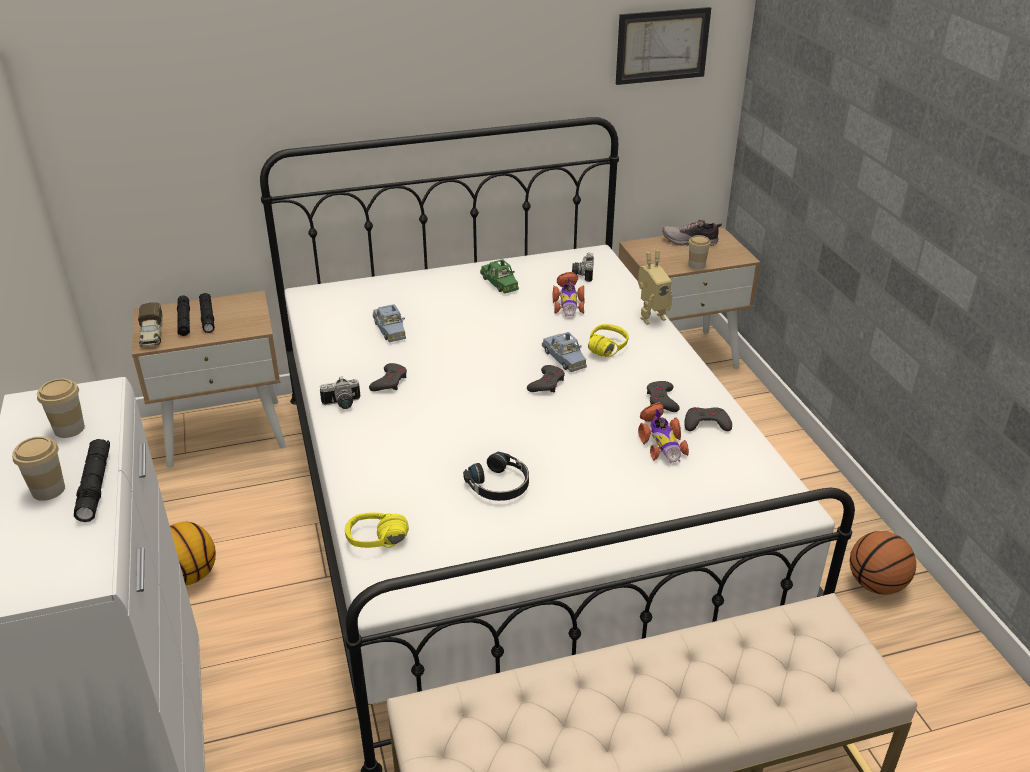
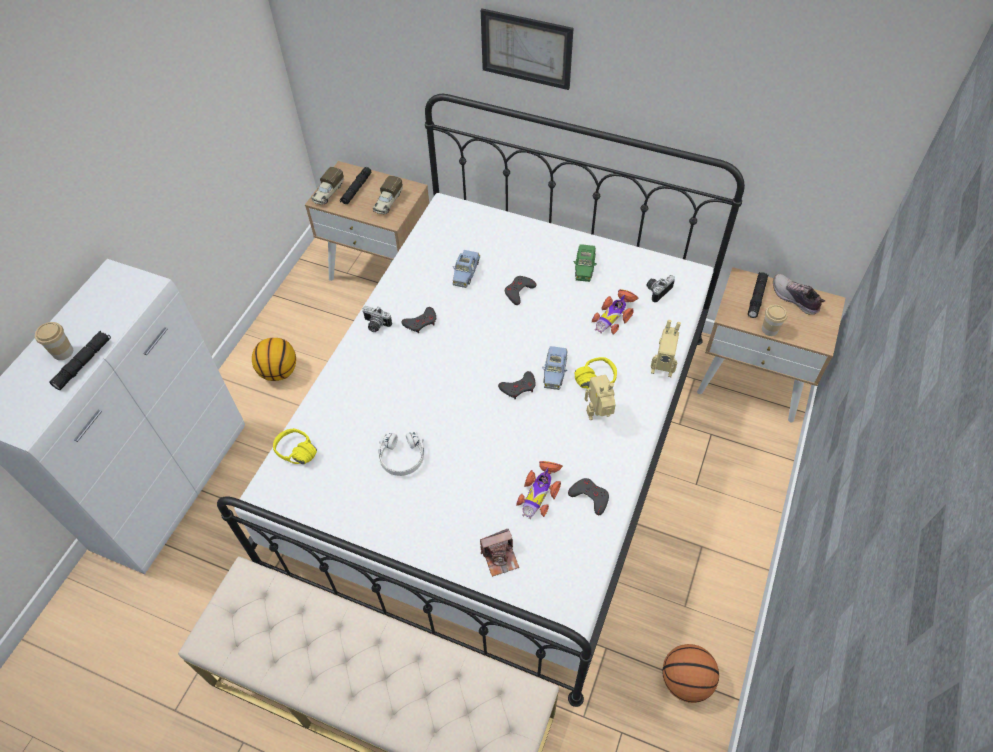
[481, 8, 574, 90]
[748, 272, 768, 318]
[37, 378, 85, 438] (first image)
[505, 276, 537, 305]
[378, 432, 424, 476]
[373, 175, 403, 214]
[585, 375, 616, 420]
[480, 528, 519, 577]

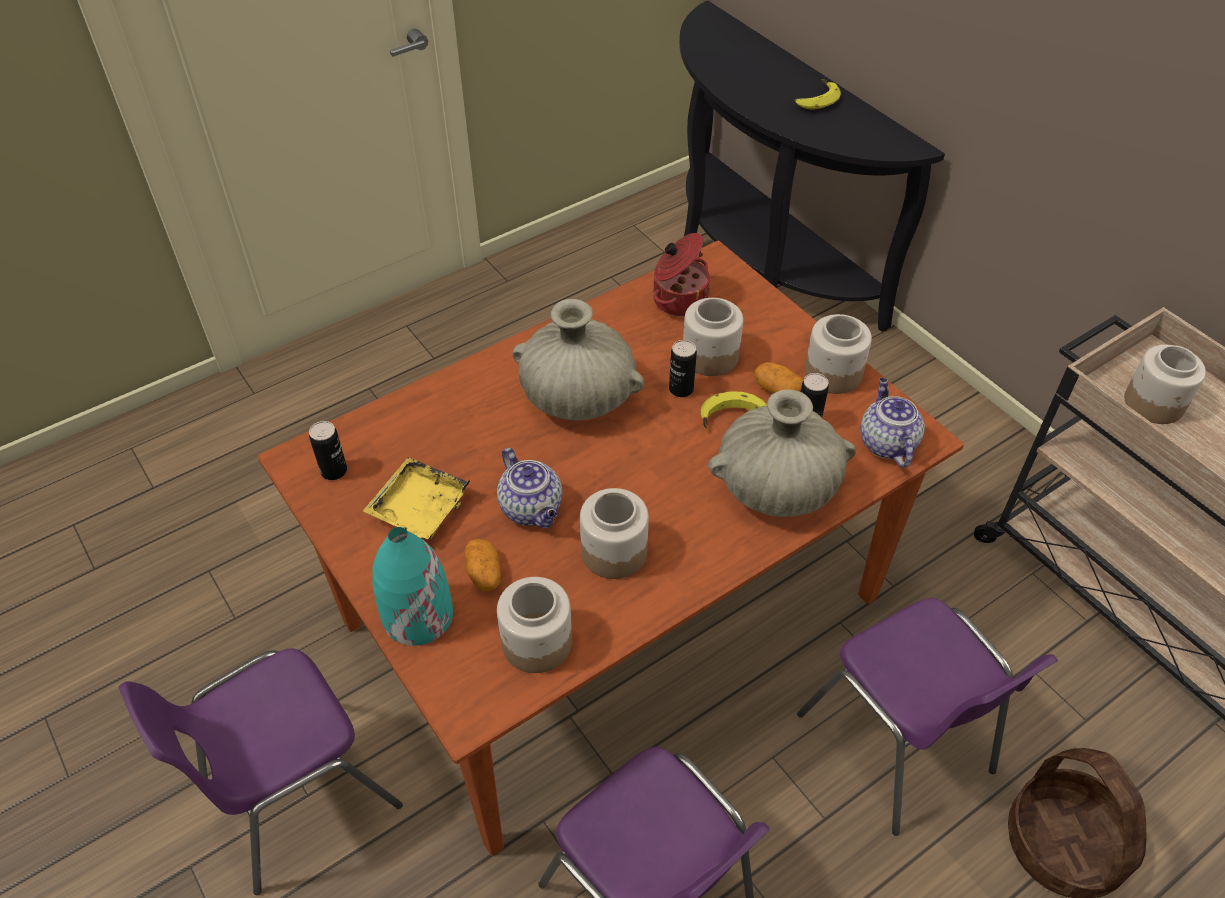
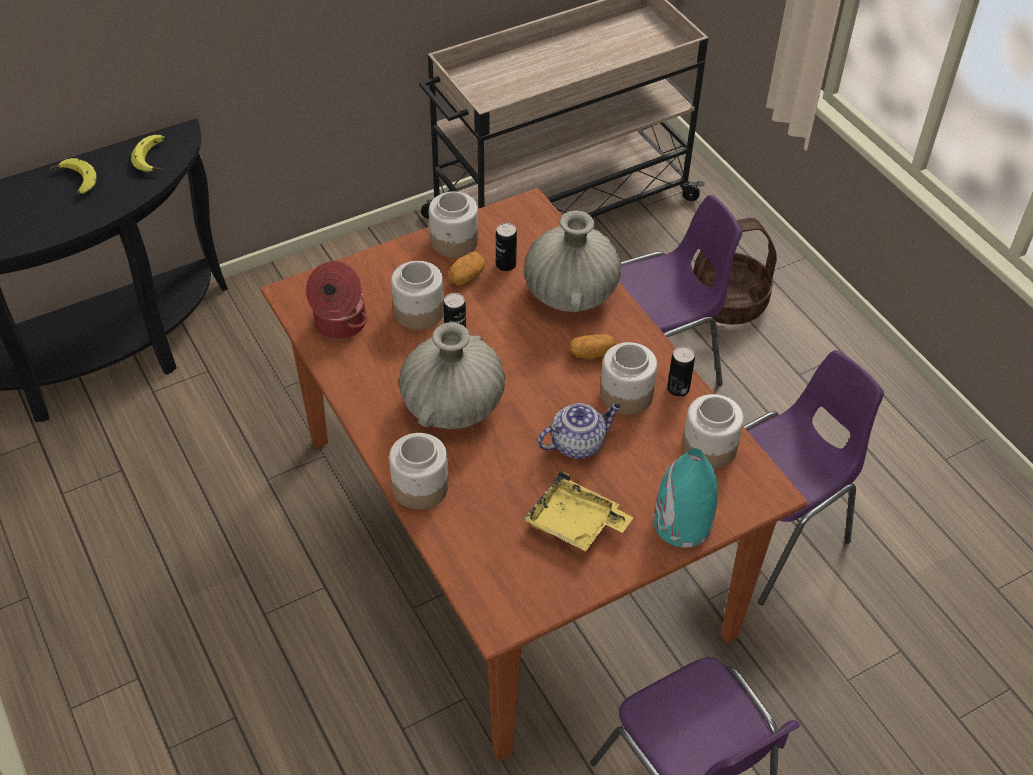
[389, 433, 448, 510]
[860, 378, 925, 468] (first image)
[131, 135, 166, 172]
[667, 346, 695, 397]
[570, 334, 616, 359]

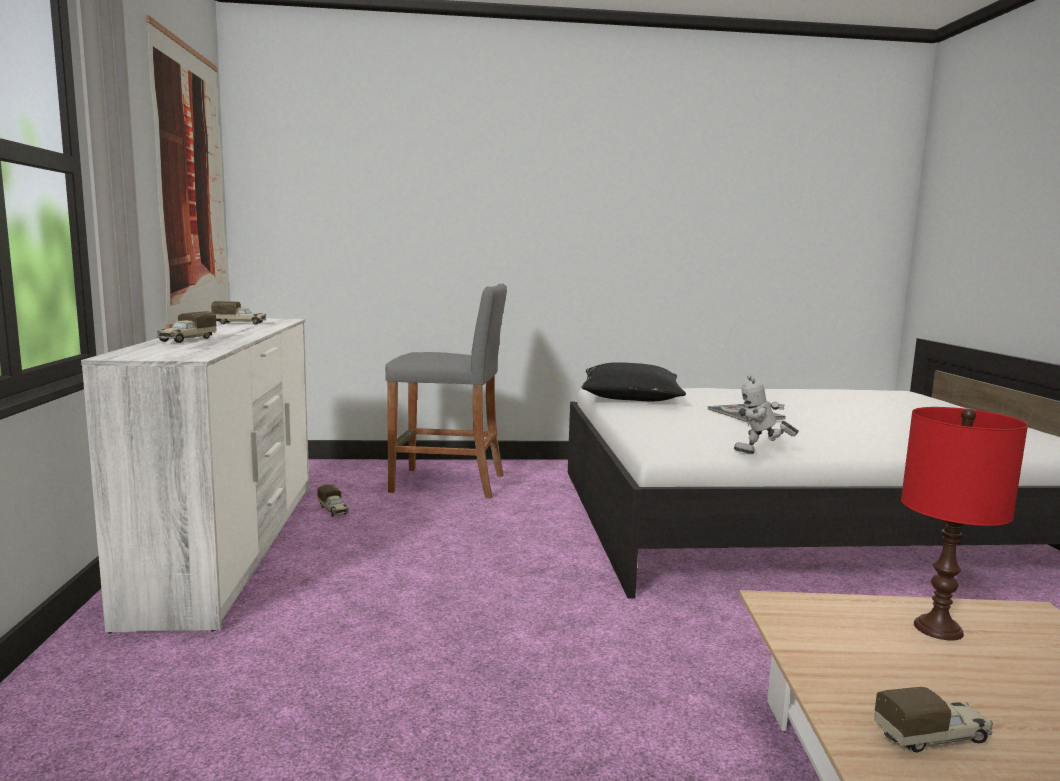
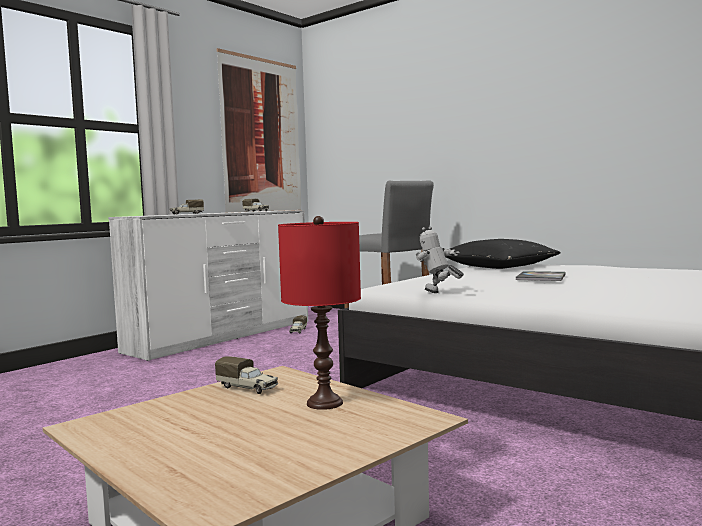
[215, 356, 278, 394]

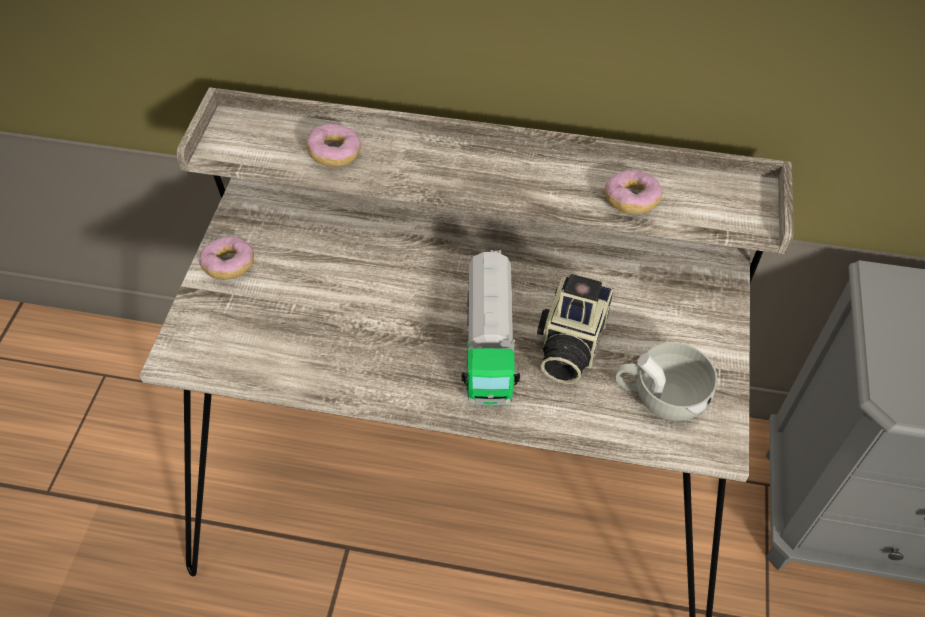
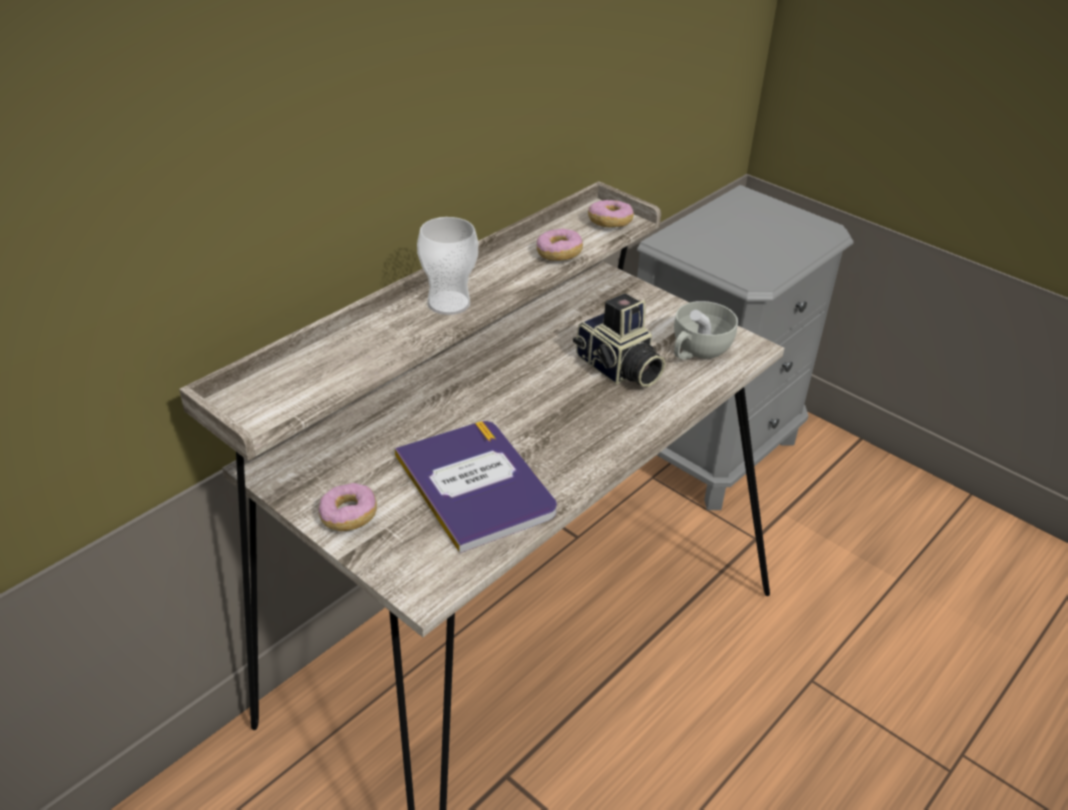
[588, 200, 634, 228]
[462, 250, 520, 406] (first image)
[417, 217, 478, 315]
[395, 421, 557, 553]

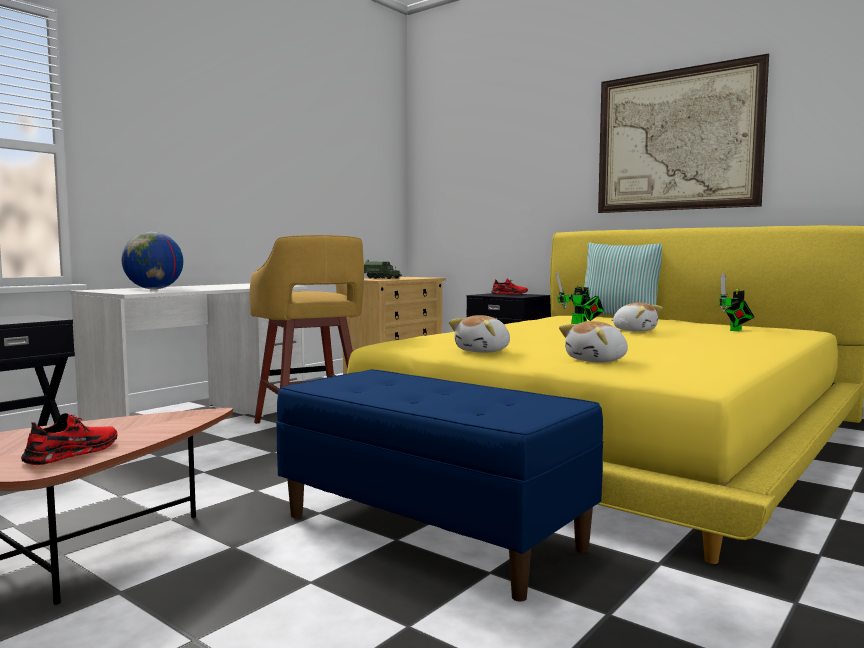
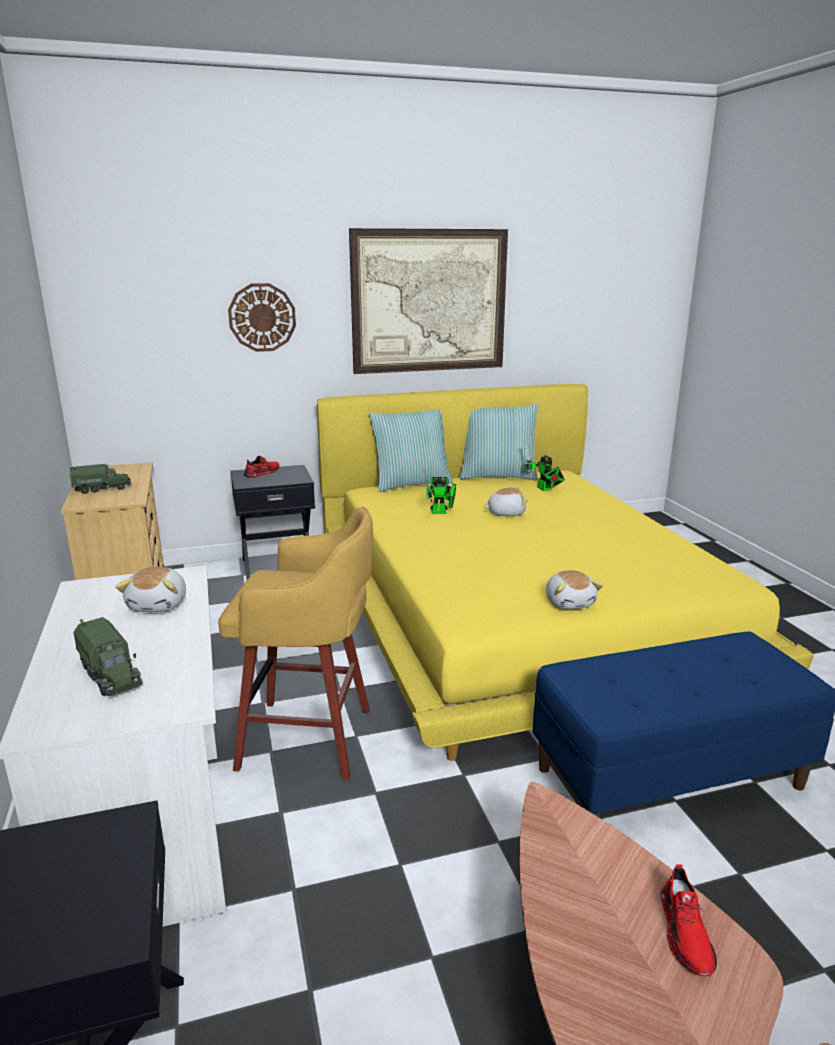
[73, 617, 143, 696]
[116, 567, 186, 612]
[660, 864, 717, 976]
[228, 283, 296, 352]
[460, 404, 539, 481]

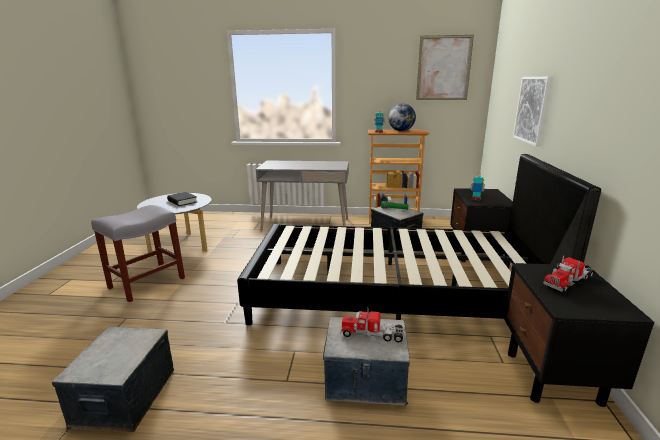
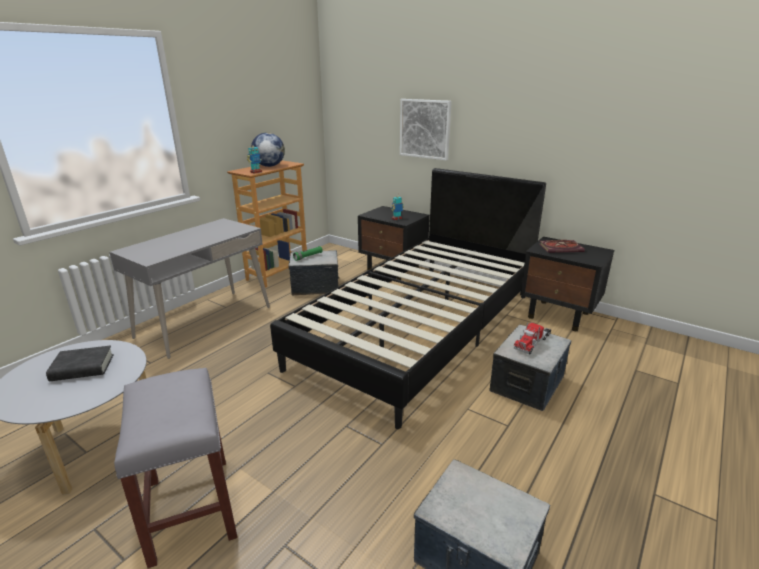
[416, 35, 474, 100] (first image)
[539, 240, 585, 253]

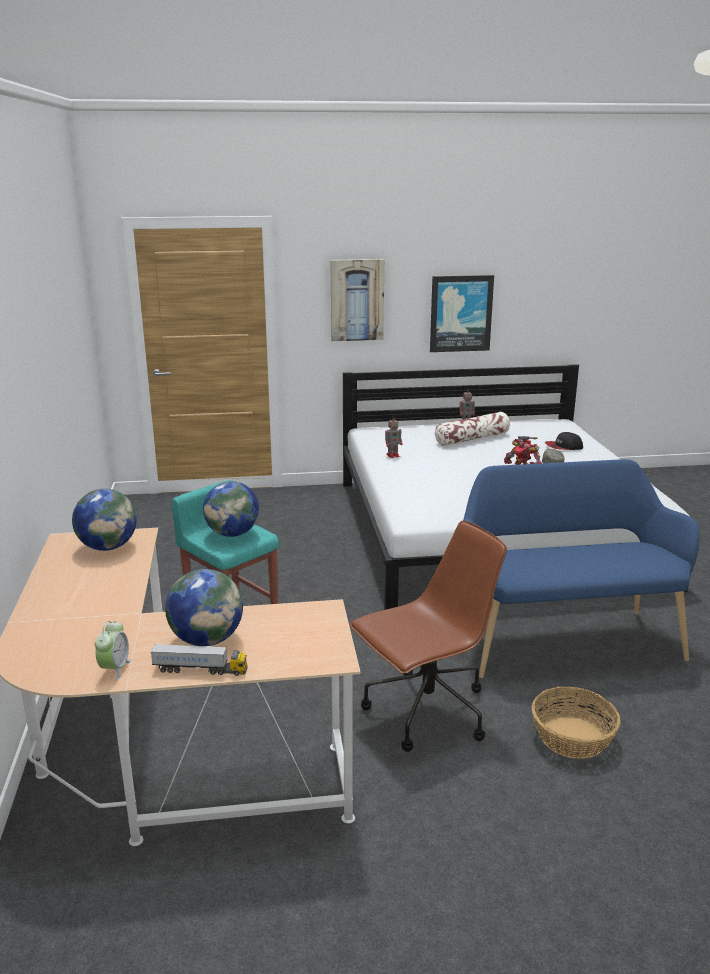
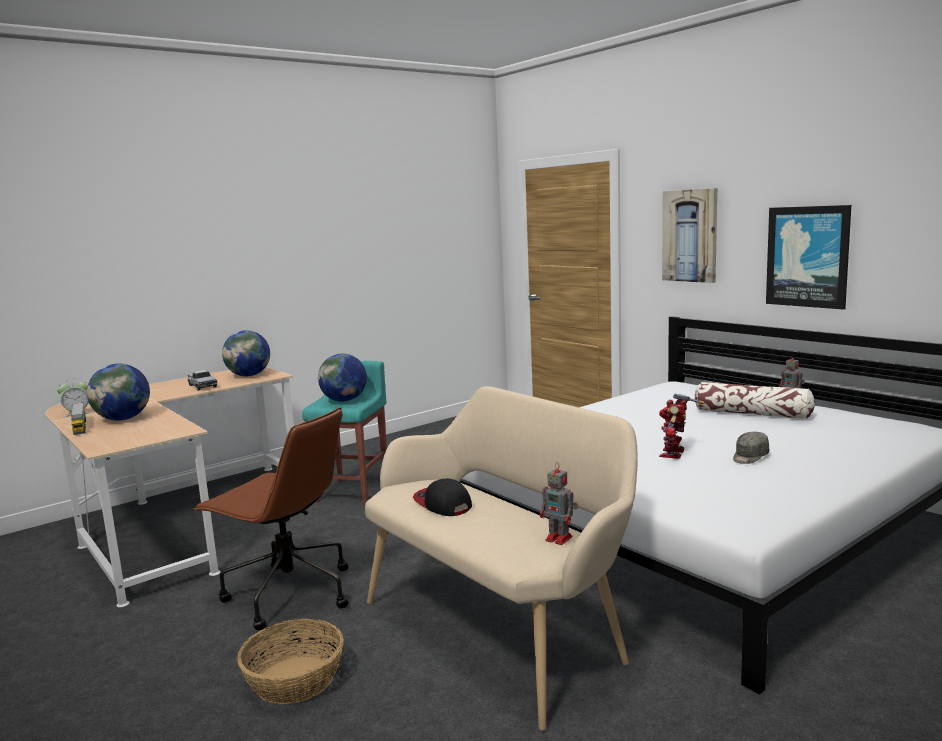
[540, 462, 578, 545]
[413, 478, 472, 516]
[365, 386, 638, 731]
[187, 370, 217, 390]

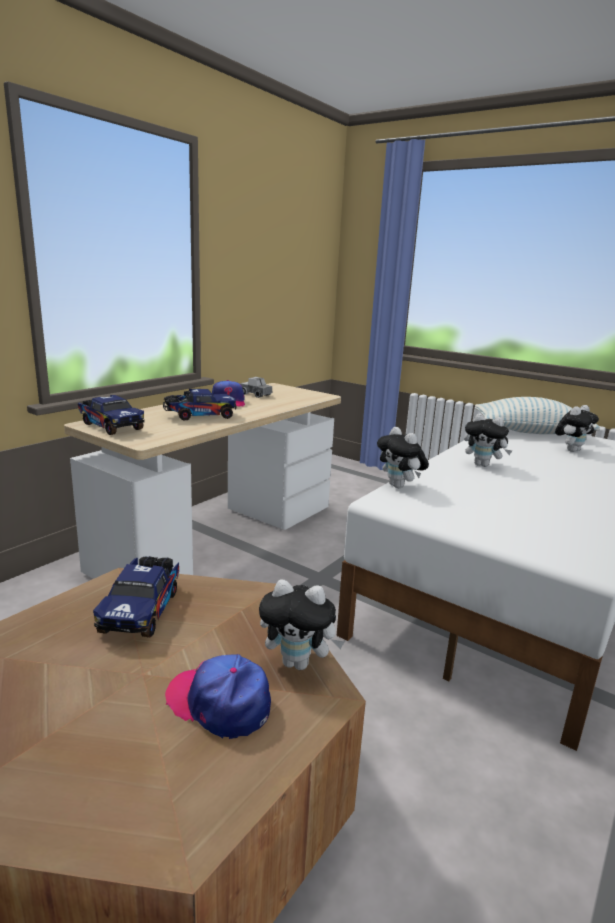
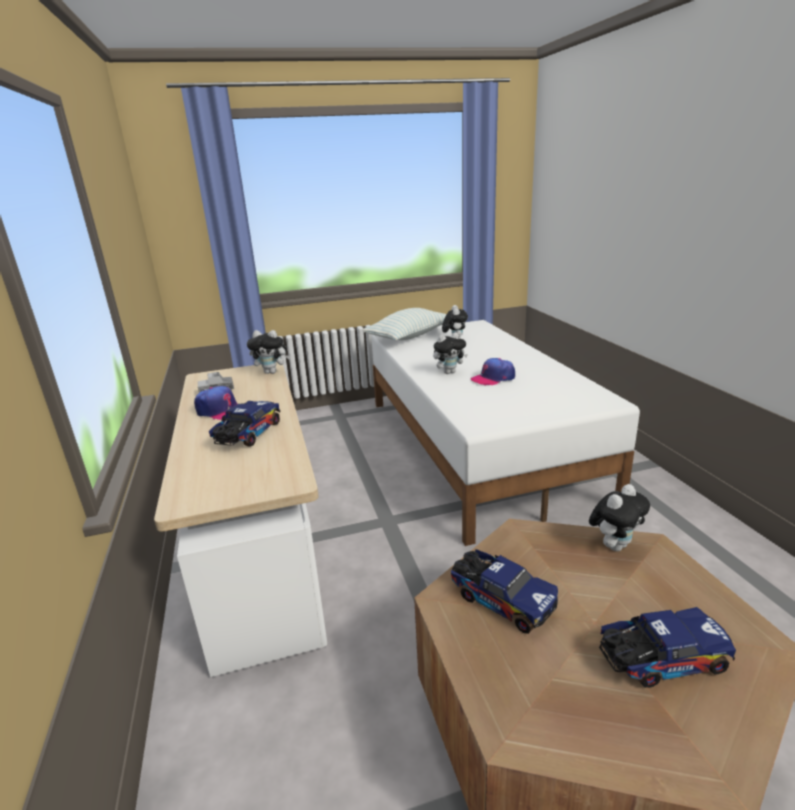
[599, 607, 736, 688]
[247, 330, 290, 374]
[471, 358, 515, 385]

